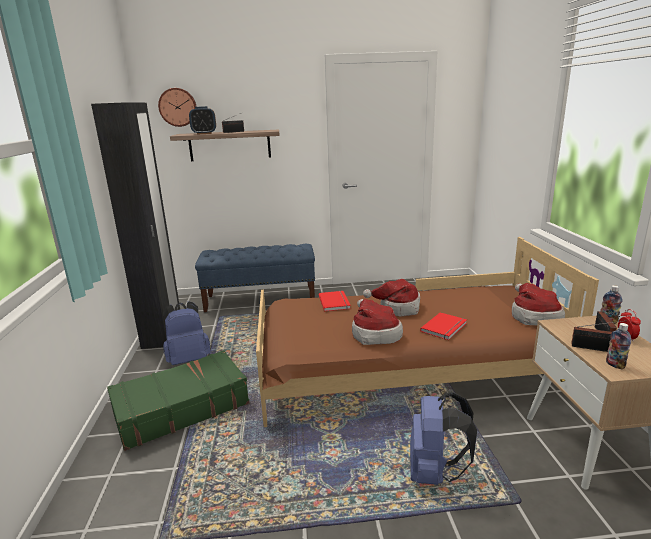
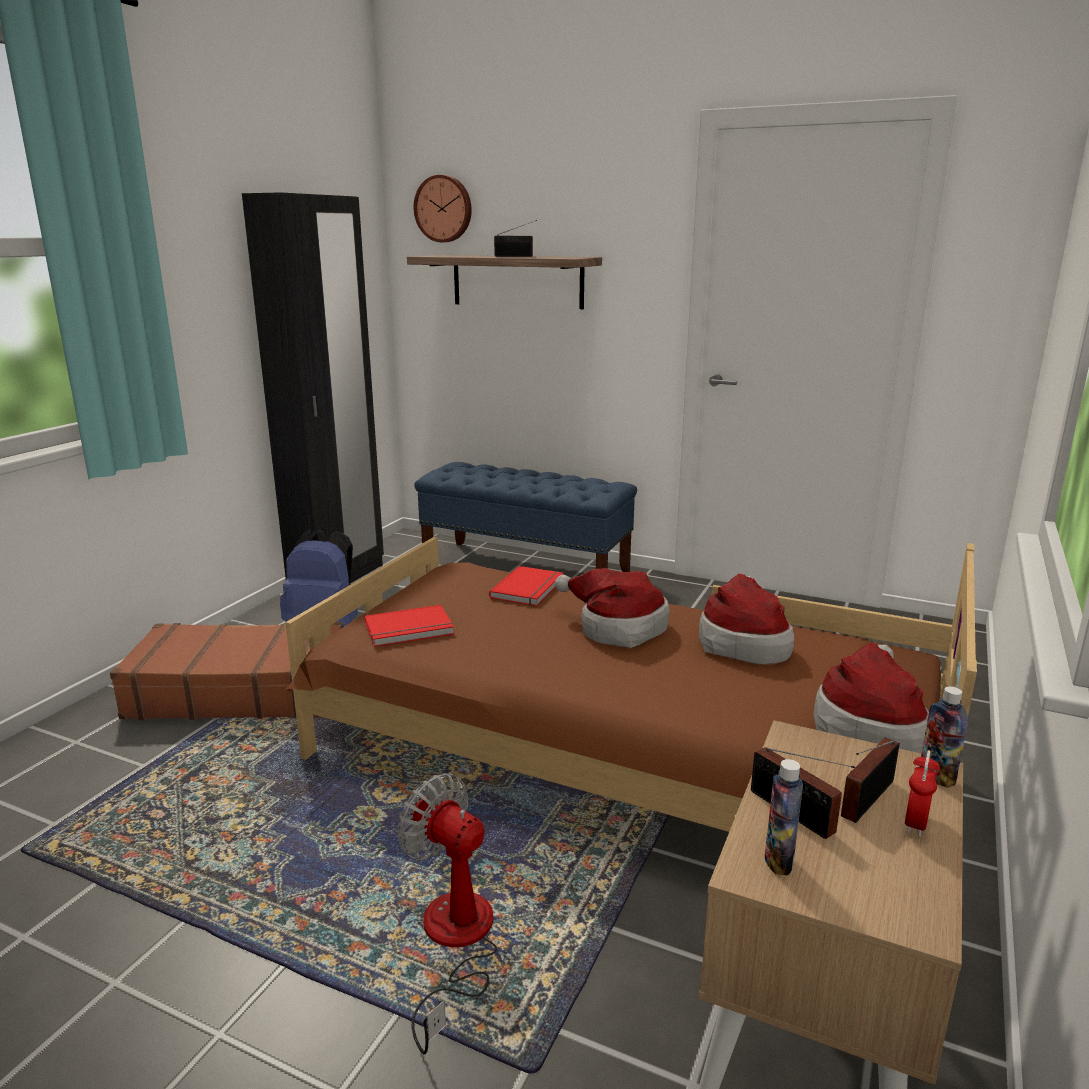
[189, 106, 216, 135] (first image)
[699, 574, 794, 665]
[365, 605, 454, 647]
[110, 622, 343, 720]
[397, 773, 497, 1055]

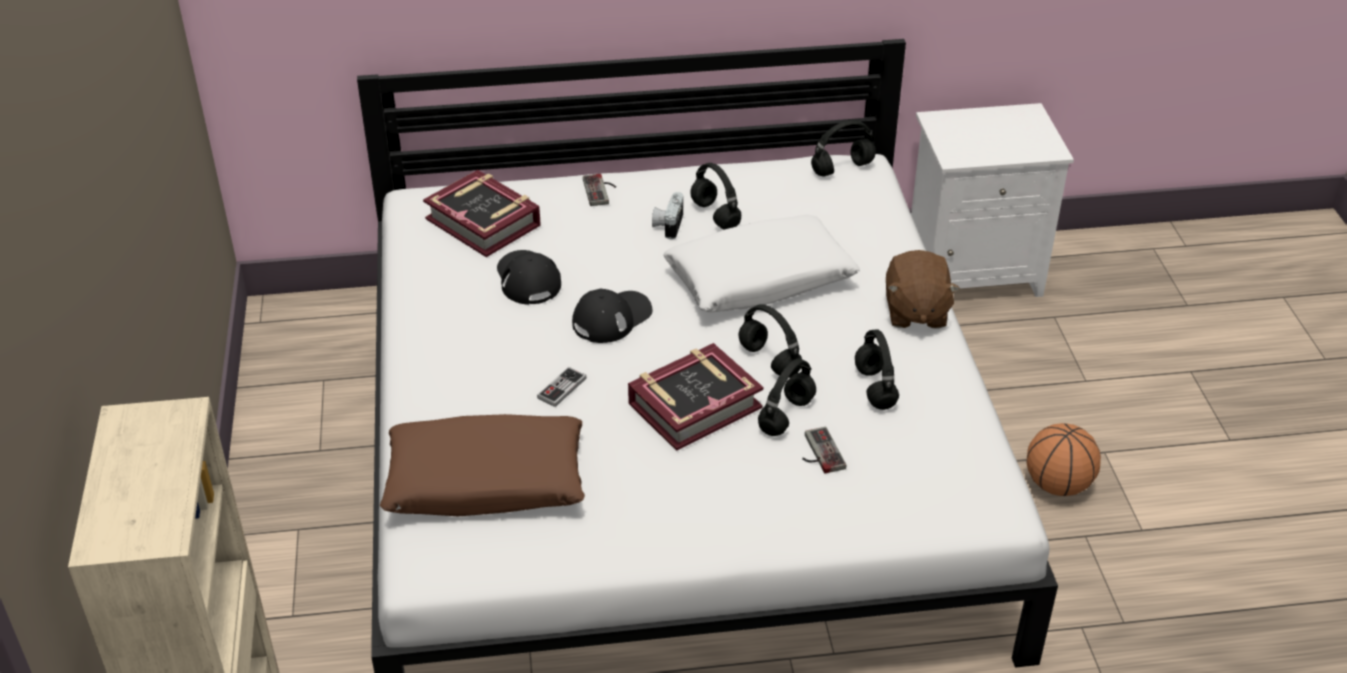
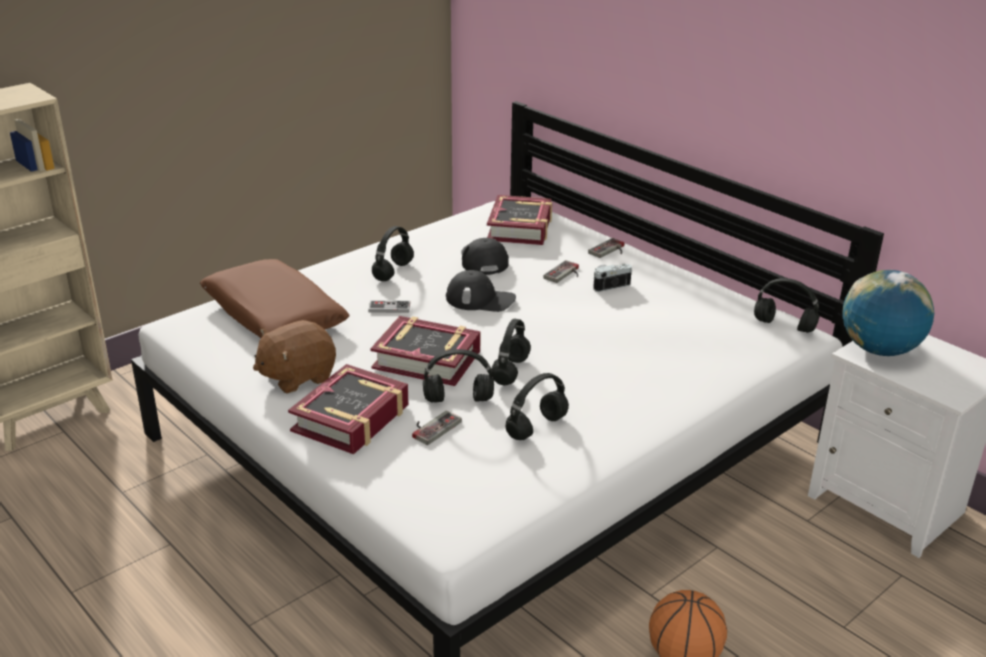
[372, 226, 414, 281]
[664, 215, 860, 312] (first image)
[461, 238, 509, 275]
[253, 320, 336, 393]
[543, 260, 579, 283]
[842, 270, 934, 356]
[288, 364, 409, 454]

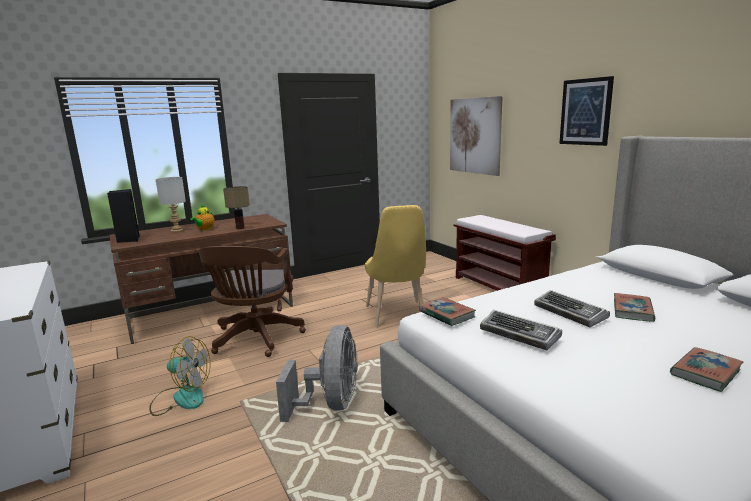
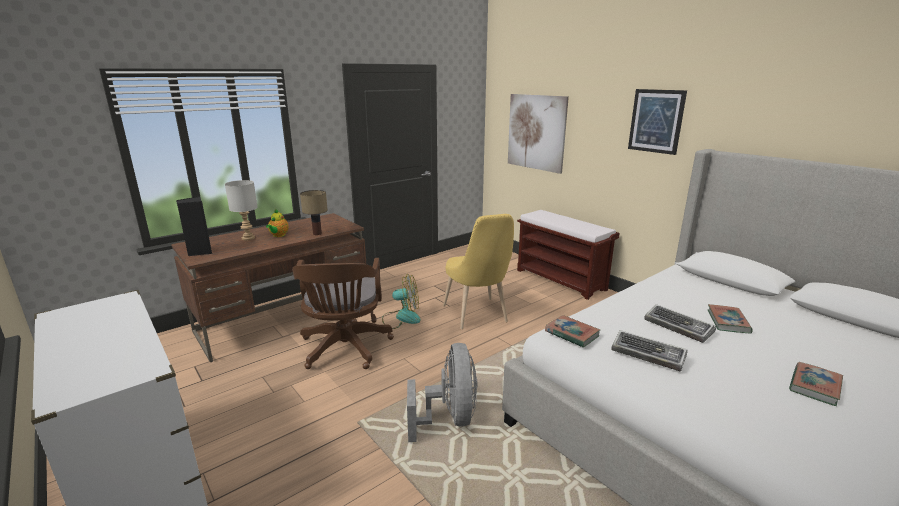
[382, 274, 421, 329]

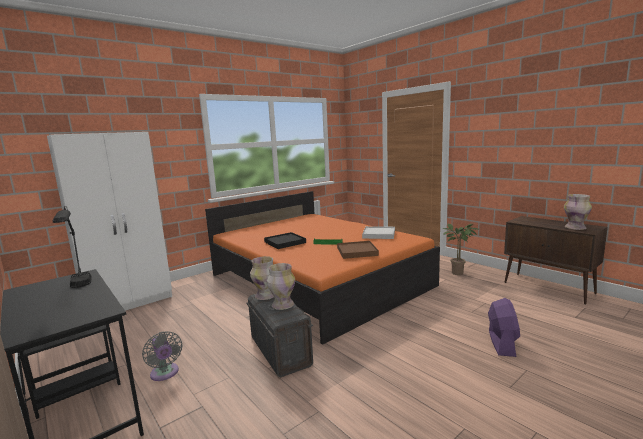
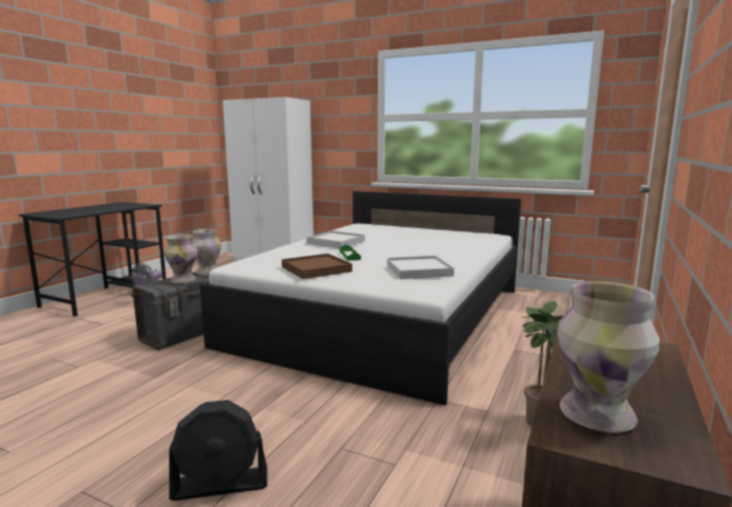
[200, 191, 521, 406]
[52, 206, 92, 288] (first image)
[307, 231, 365, 248]
[169, 400, 267, 501]

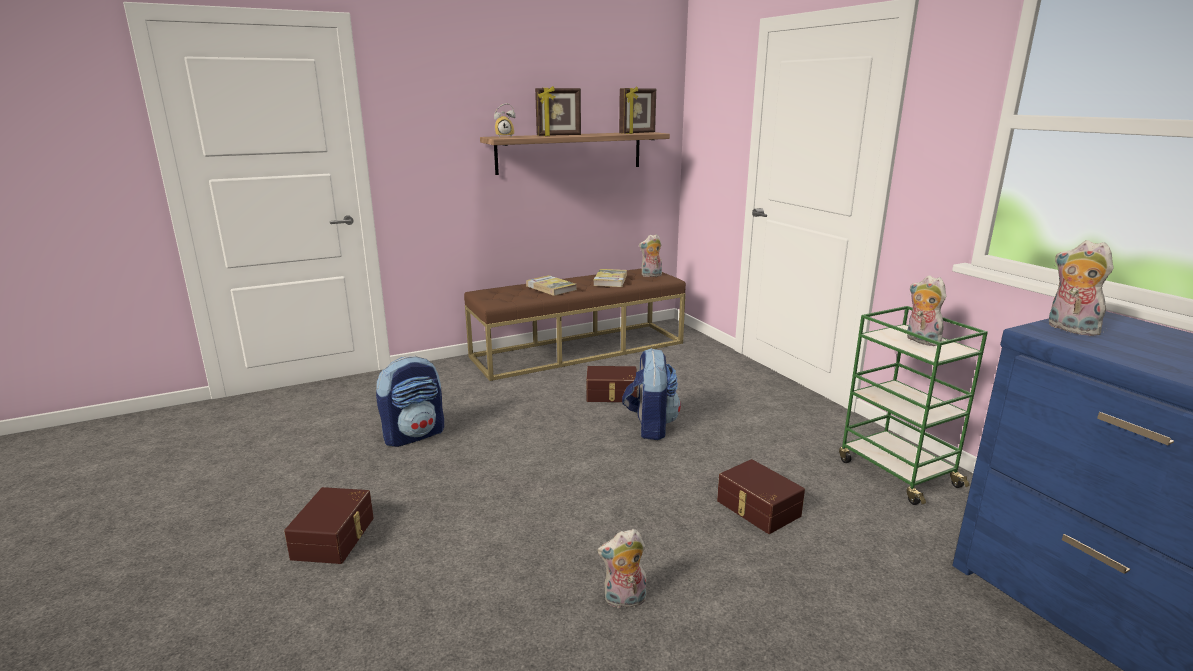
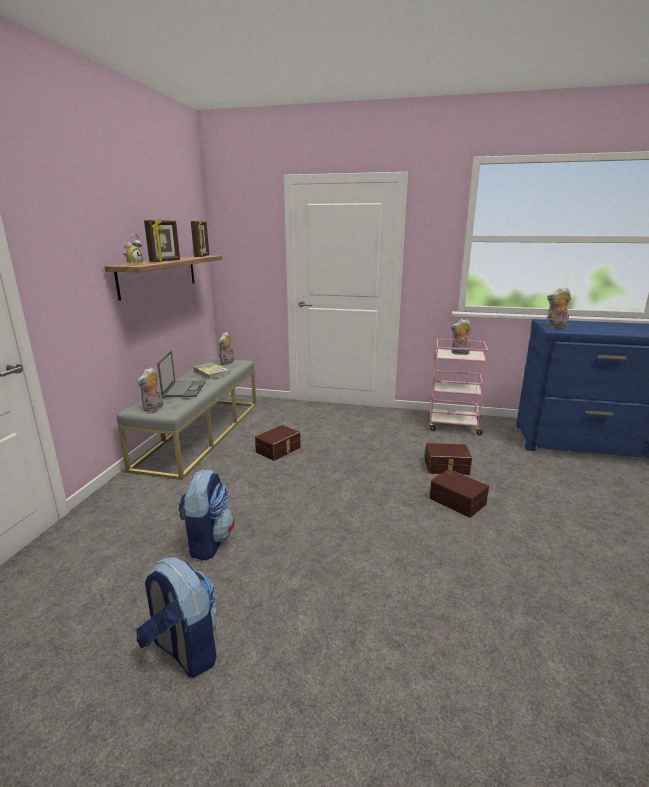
[117, 359, 256, 480]
[157, 351, 206, 397]
[428, 339, 488, 435]
[137, 557, 218, 677]
[430, 469, 489, 518]
[137, 367, 163, 412]

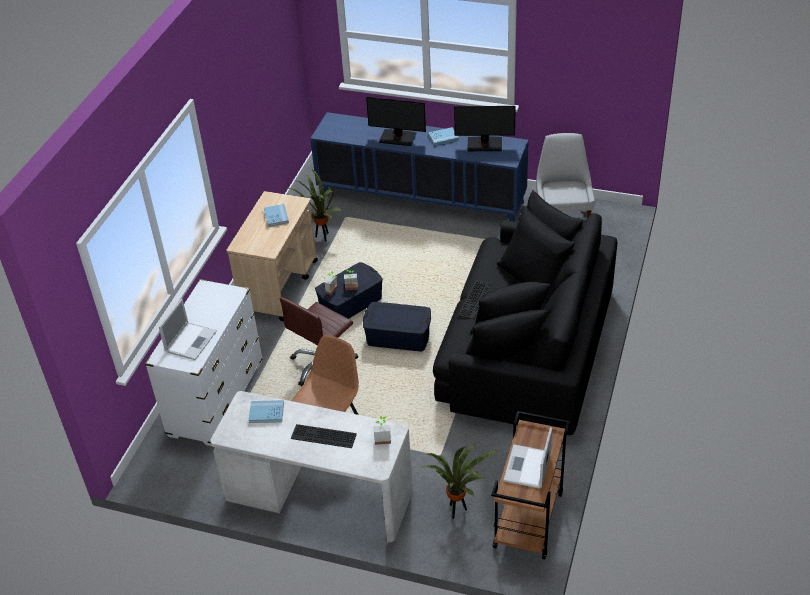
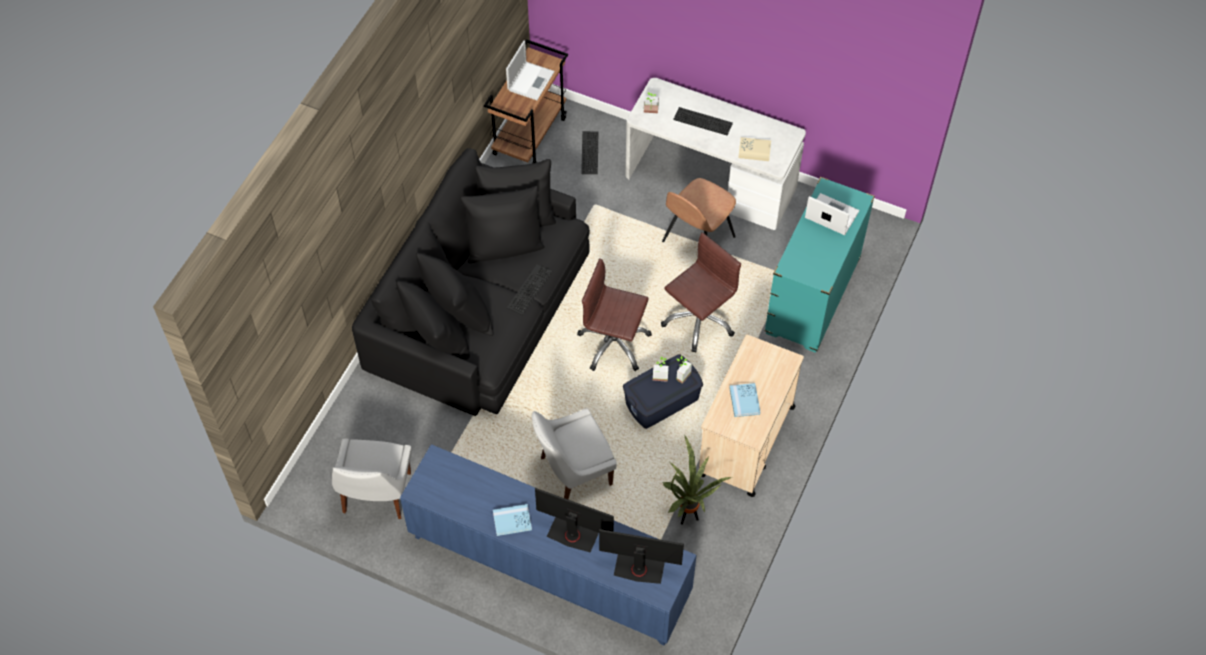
[599, 529, 684, 584]
[764, 177, 875, 353]
[805, 193, 860, 235]
[577, 258, 652, 371]
[738, 137, 771, 161]
[581, 131, 598, 174]
[532, 408, 617, 499]

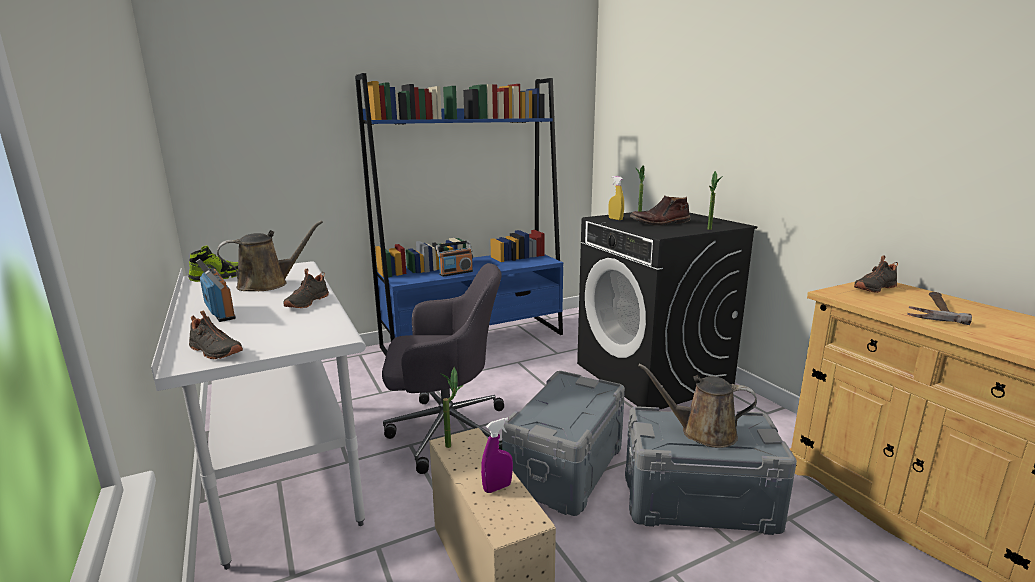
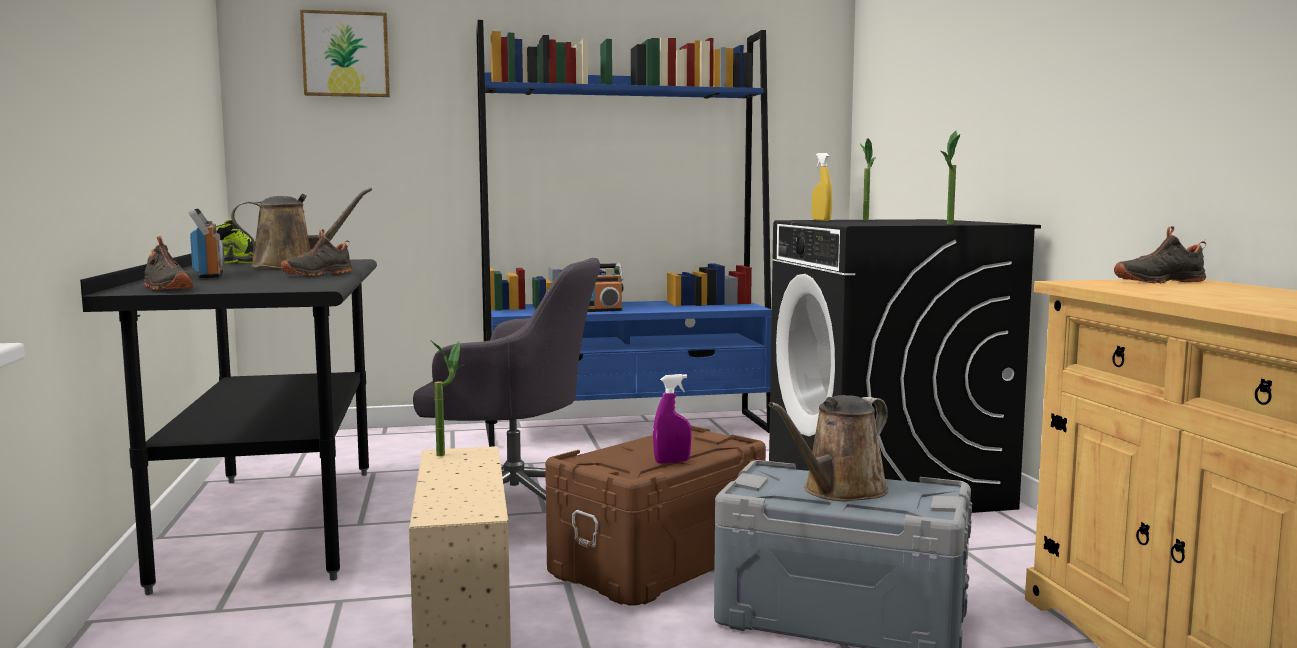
[630, 195, 690, 225] (first image)
[80, 254, 377, 595]
[907, 292, 972, 325] (first image)
[769, 395, 889, 502]
[545, 425, 766, 606]
[653, 374, 691, 464]
[300, 10, 390, 97]

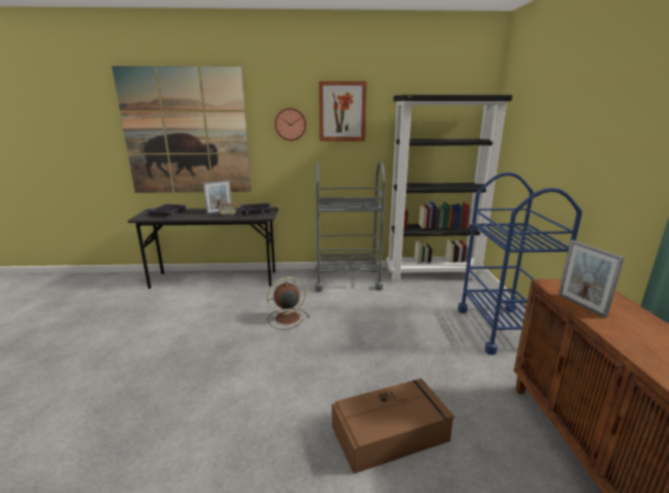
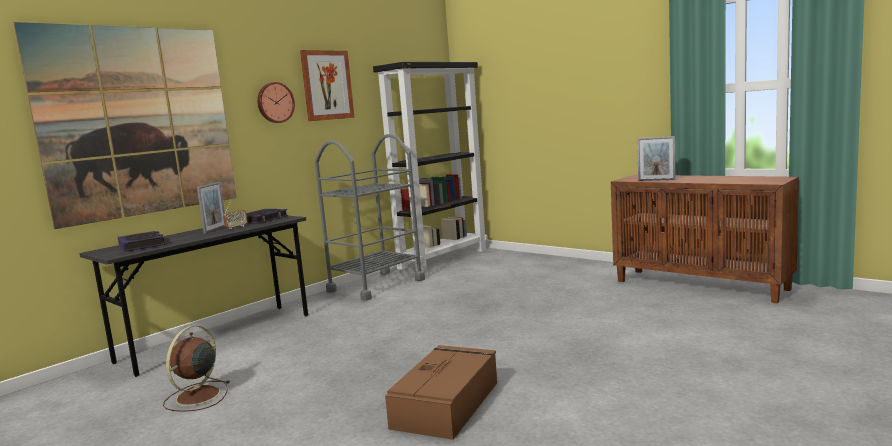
[458, 172, 582, 355] (first image)
[163, 326, 230, 412]
[385, 345, 497, 440]

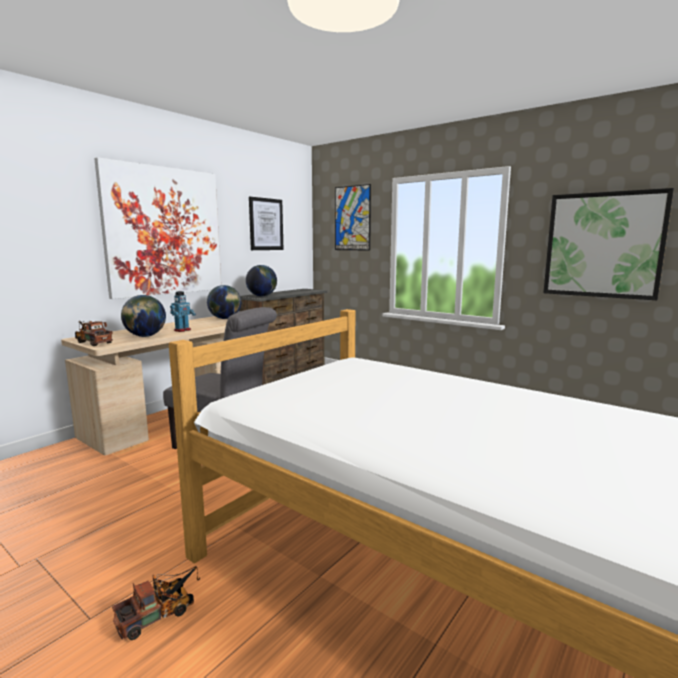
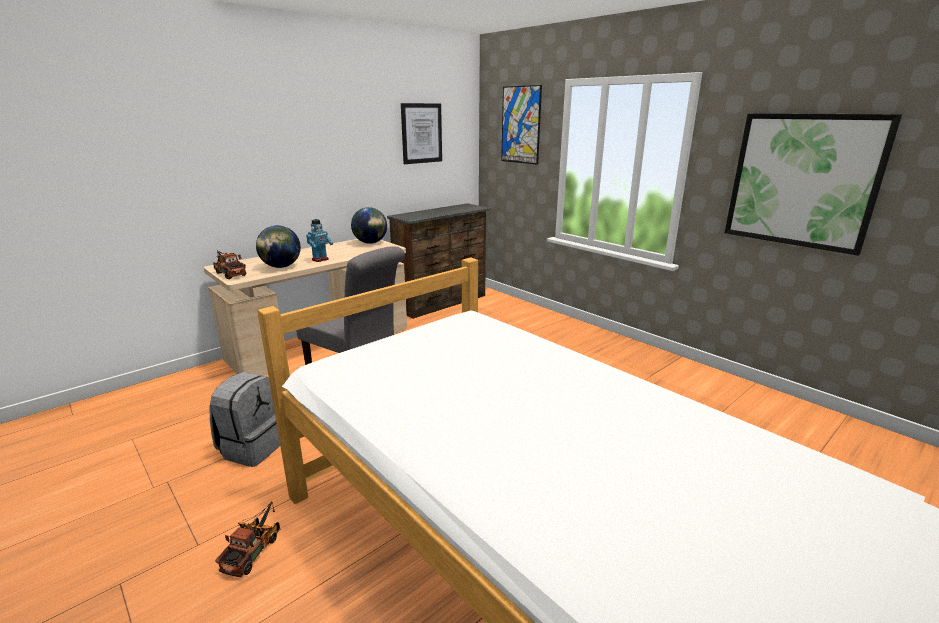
[94, 157, 221, 299] (first image)
[246, 265, 277, 297] (first image)
[215, 501, 280, 577]
[209, 372, 280, 467]

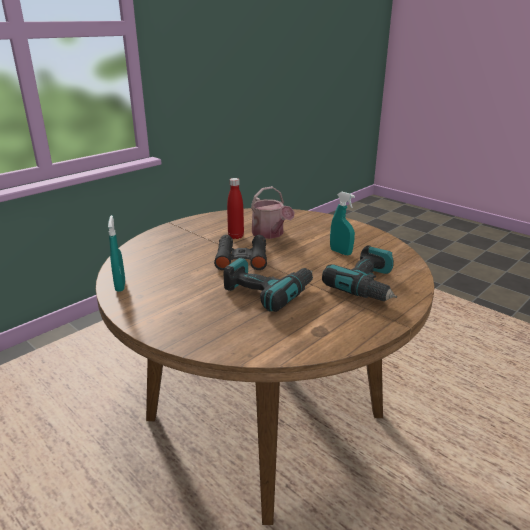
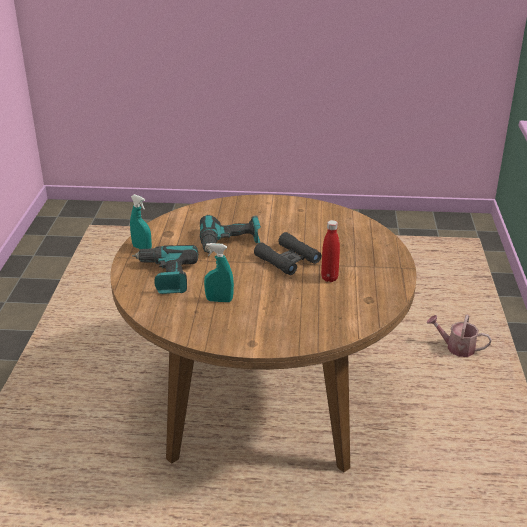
[427, 314, 492, 357]
[130, 194, 152, 249]

